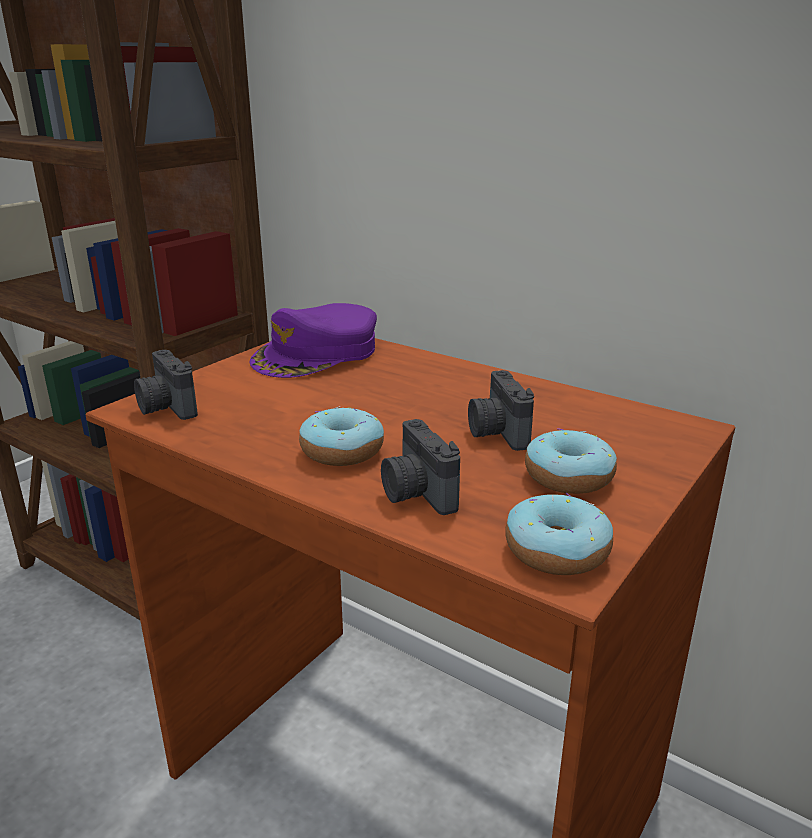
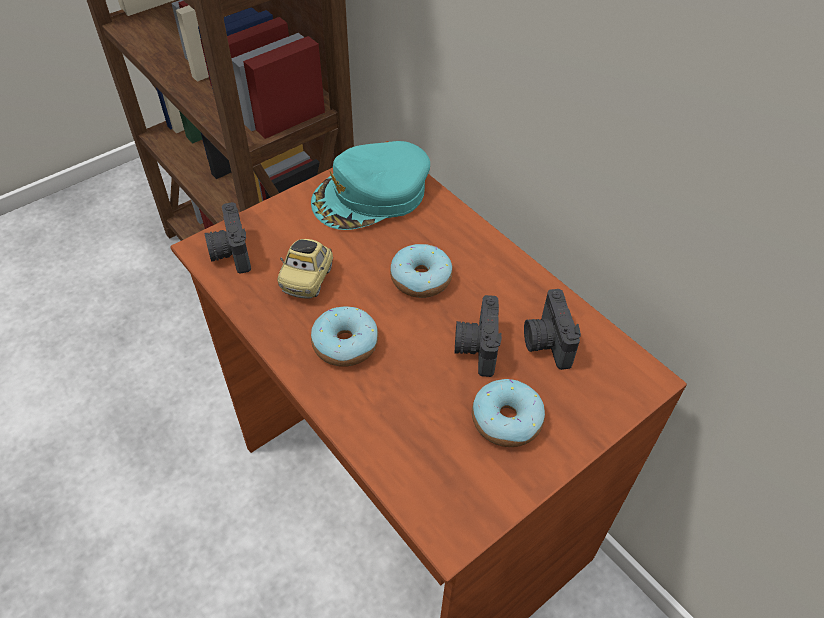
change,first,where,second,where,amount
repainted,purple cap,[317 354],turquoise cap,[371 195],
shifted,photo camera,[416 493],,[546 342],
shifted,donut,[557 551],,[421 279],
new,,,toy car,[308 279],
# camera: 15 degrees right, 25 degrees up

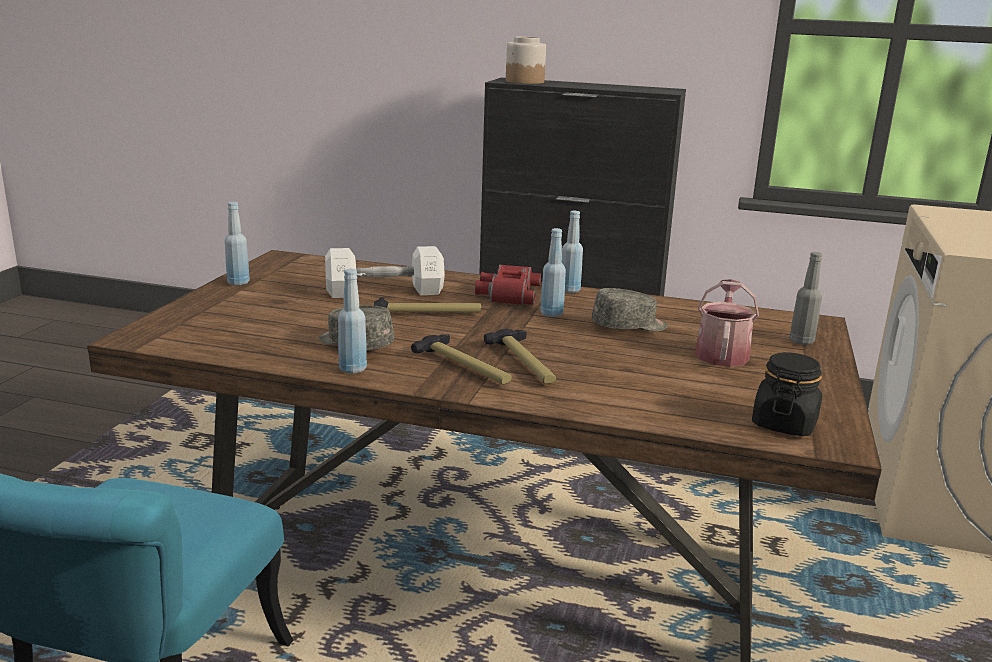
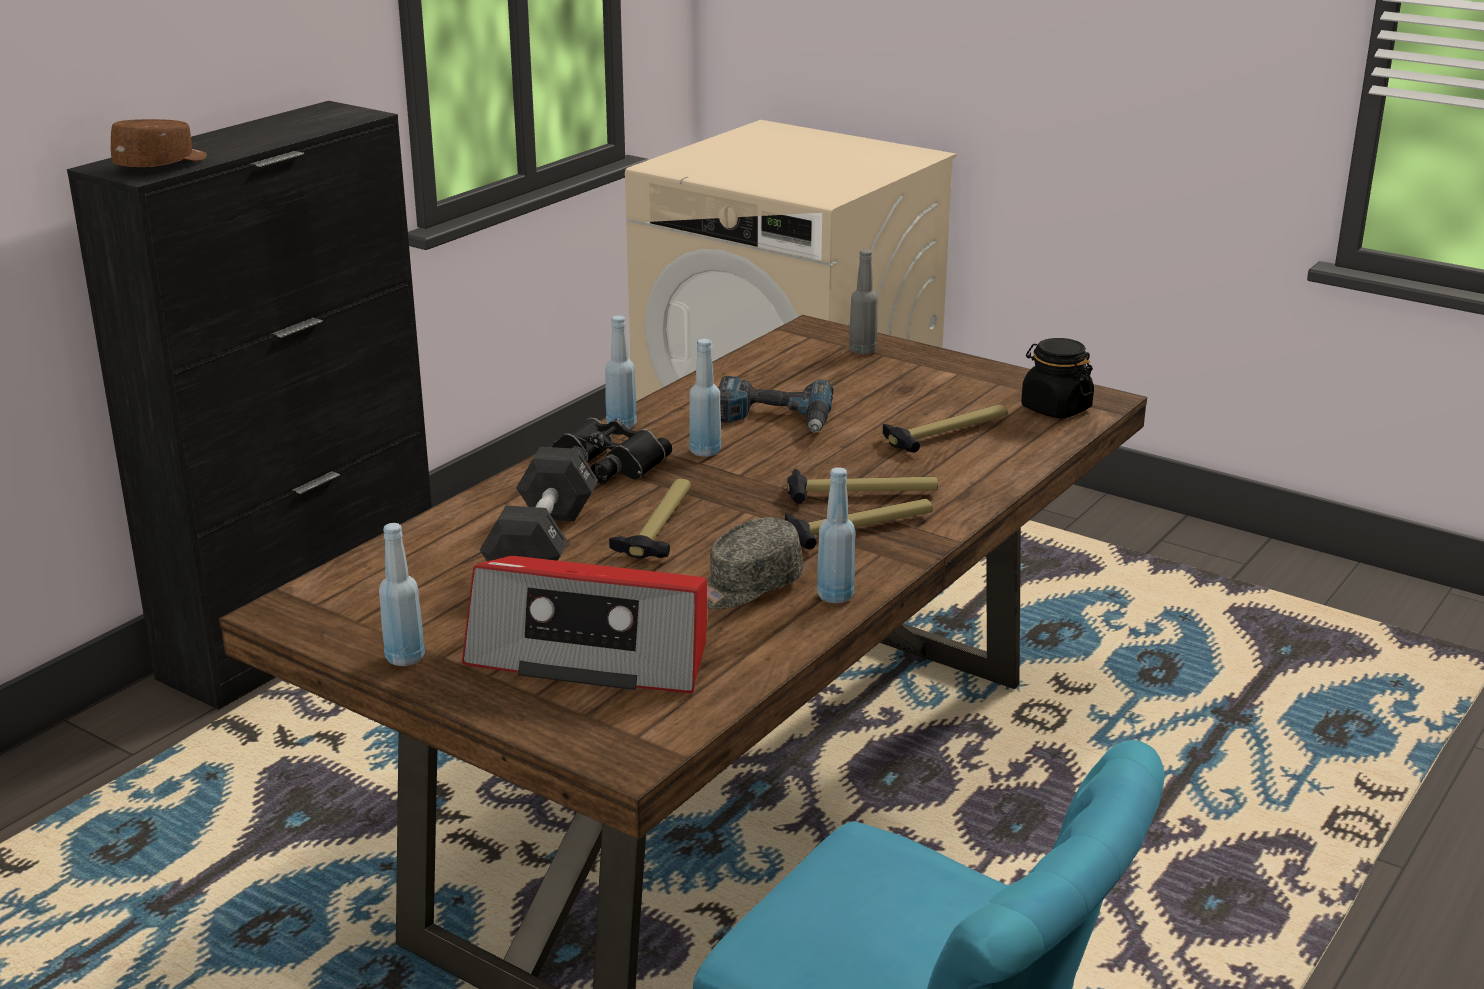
change,first,where,second,where,amount
repainted,white dumbbell,[384 292],black dumbbell,[542 544],
repainted,red binoculars,[507 292],black binoculars,[604 463],
swapped,jar,[524 82],brown cap,[162 164],
swapped,grey cap,[629 326],power drill,[774 418],
gone,watering can,[722 352],,,
new,,,radio,[593 653],
new,,,hammer,[947 433],
# camera: 70 degrees left, 5 degrees up

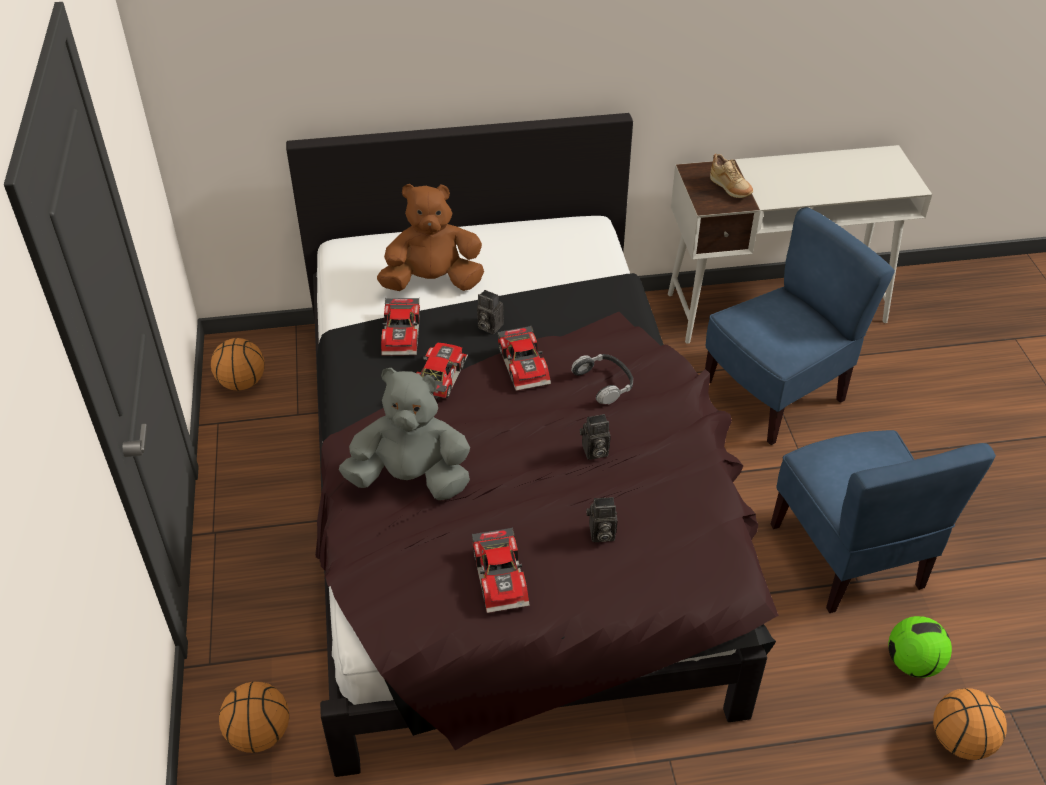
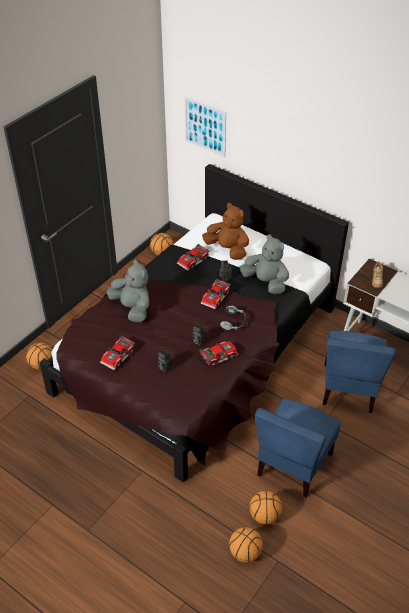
change,first,where,second,where,amount
shifted,toy car,[437 377],,[218 355],
rotated,blue chair,[775 394],,[349 388],90 degrees clockwise
swapped,football,[913 663],basketball,[265 516],
new,,,picture,[205 127],
new,,,grey plush toy,[265 282],
# camera: 45 degrees right, 0 degrees up

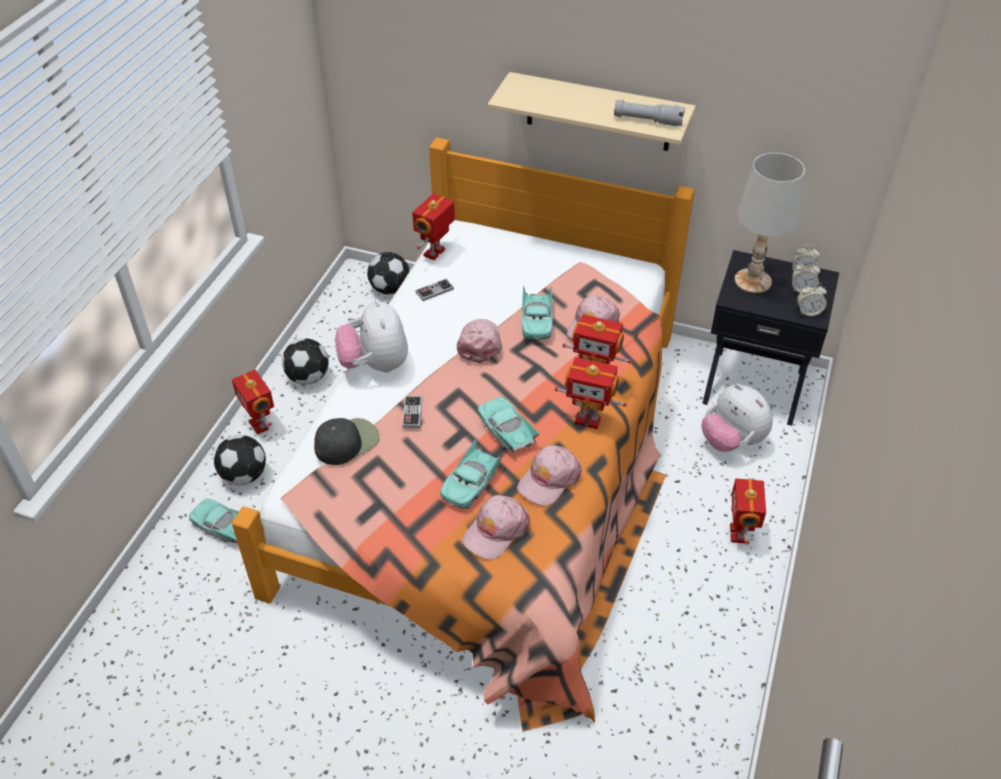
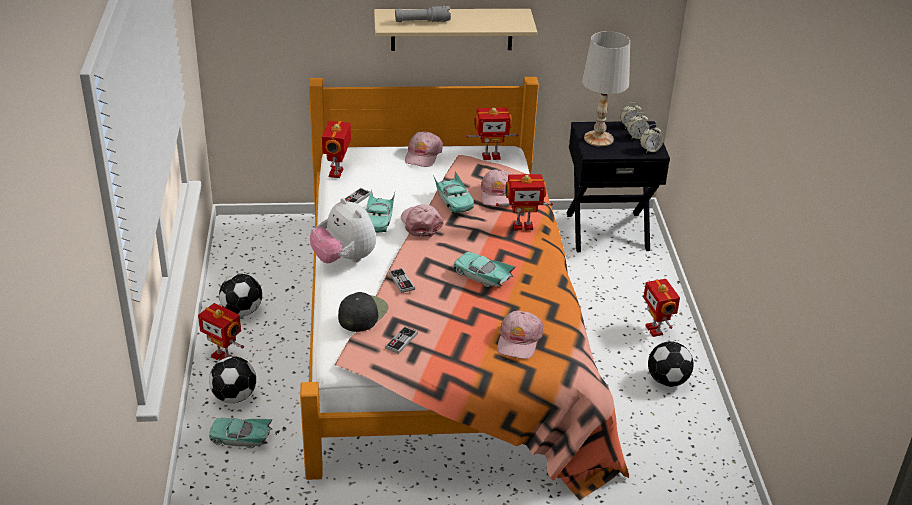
change,first,where,second,where,amount
shifted,football,[389 288],,[666 380],
shifted,turquoise toy car,[471 483],,[378 219],
shifted,pink cap,[548 479],,[423 155],
shifted,toy robot,[588 419],,[491 156],
shifted,grey flashlight,[648 120],,[422 21],
gone,plush toy,[731 441],,,
new,,,game controller,[401 341],
# camera: 25 degrees left, 10 degrees down

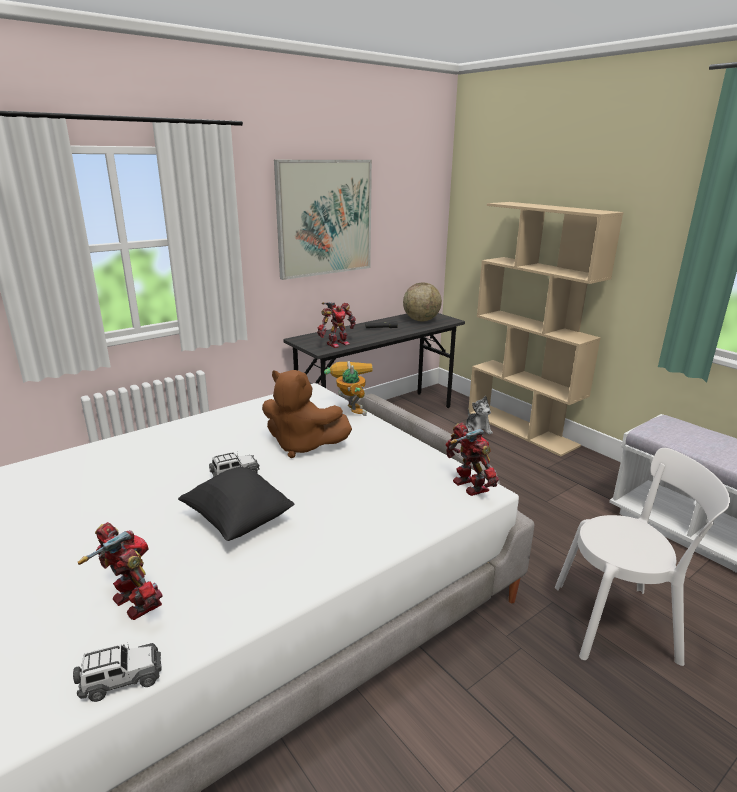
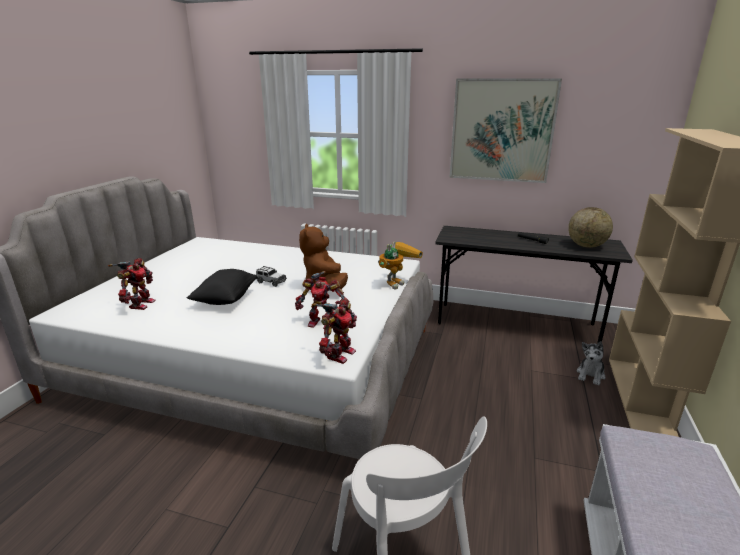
change,first,where,second,where,amount
gone,toy car,[121 679],,,
shifted,toy robot,[337 344],,[322 322],
# camera: 55 degrees right, 0 degrees up

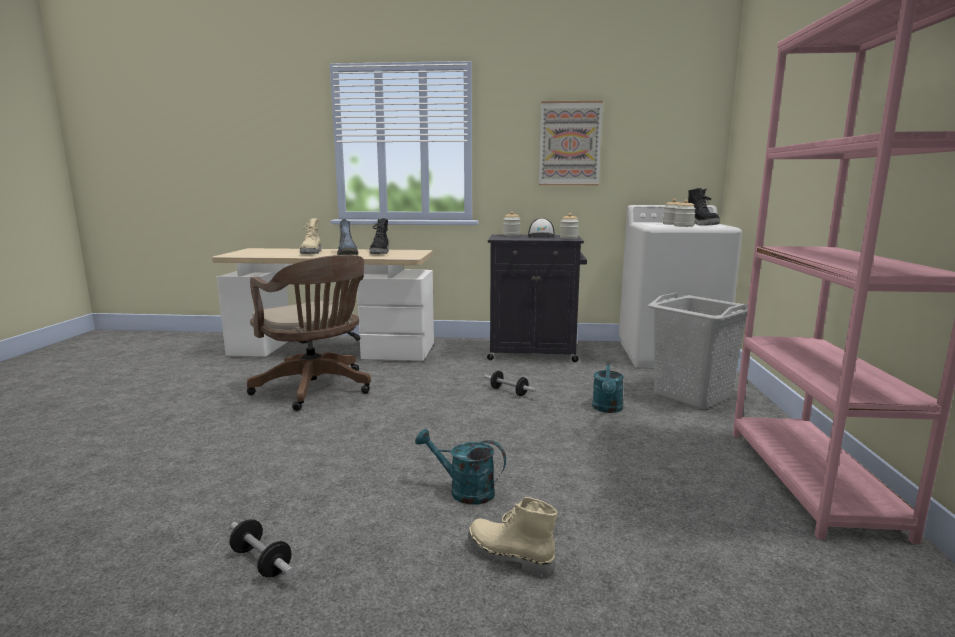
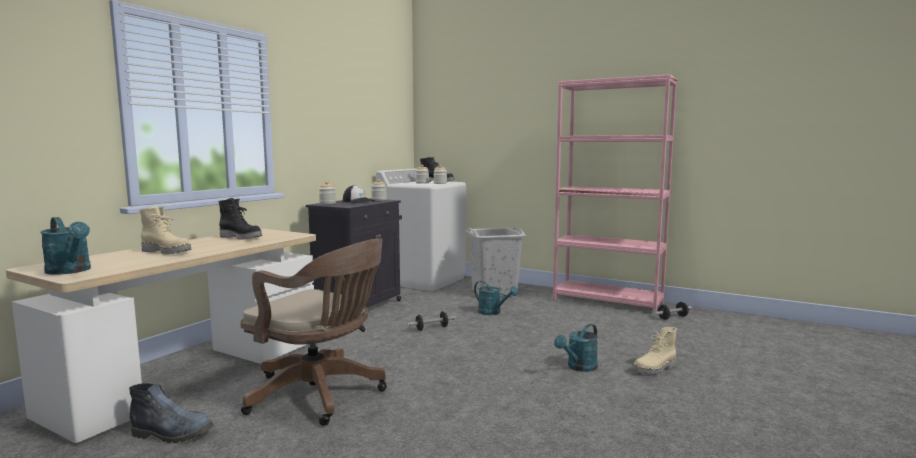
change,first,where,second,where,amount
shifted,dumbbell,[261 562],,[672 317],
rotated,brown office chair,[316 389],,[320 395],45 degrees clockwise
shifted,boot,[347 254],,[173 434],
gone,picture,[570 144],,,
new,,,turquoise watering can,[71 271],
# camera: 65 degrees left, 5 degrees down

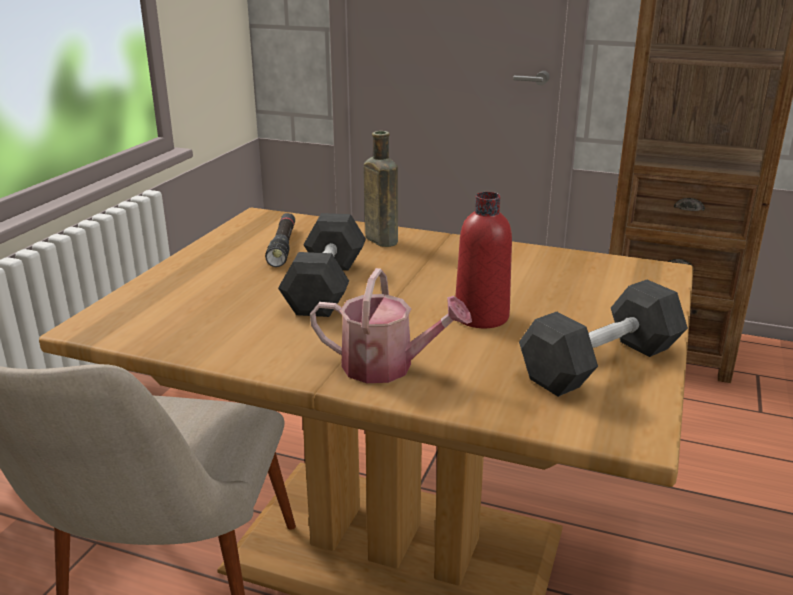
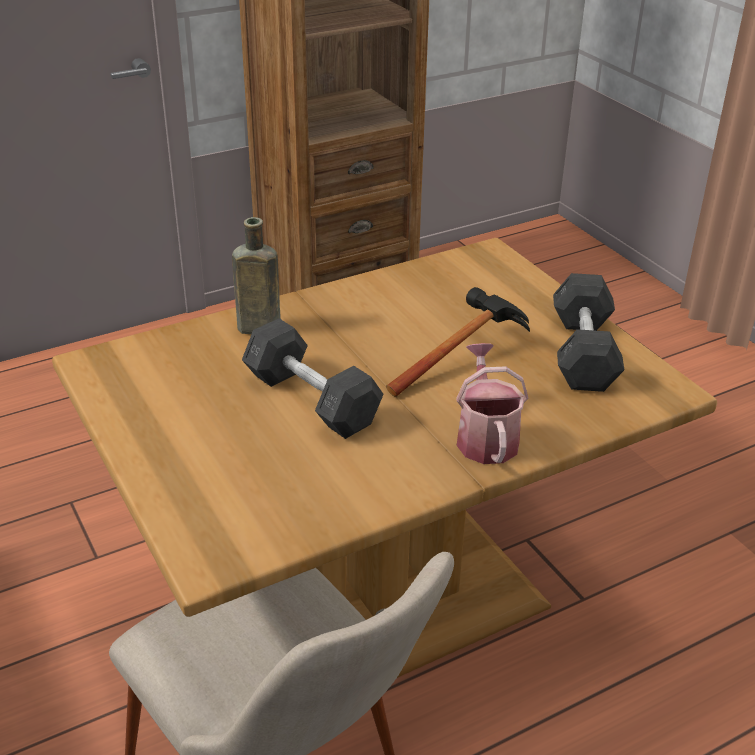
change,first,where,second,where,amount
gone,black flashlight,[283 246],,,
rotated,watering can,[387 366],,[486 437],60 degrees counterclockwise
swapped,red bottle,[481 317],hammer,[462 359],
# camera: 50 degrees left, 10 degrees up

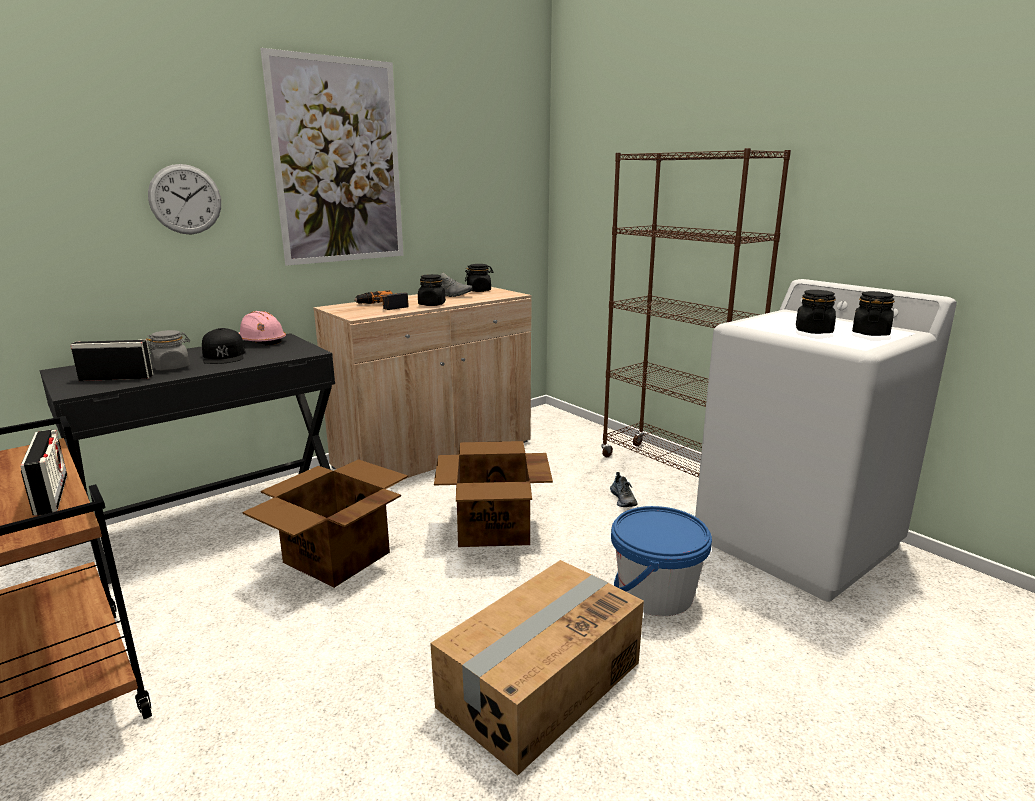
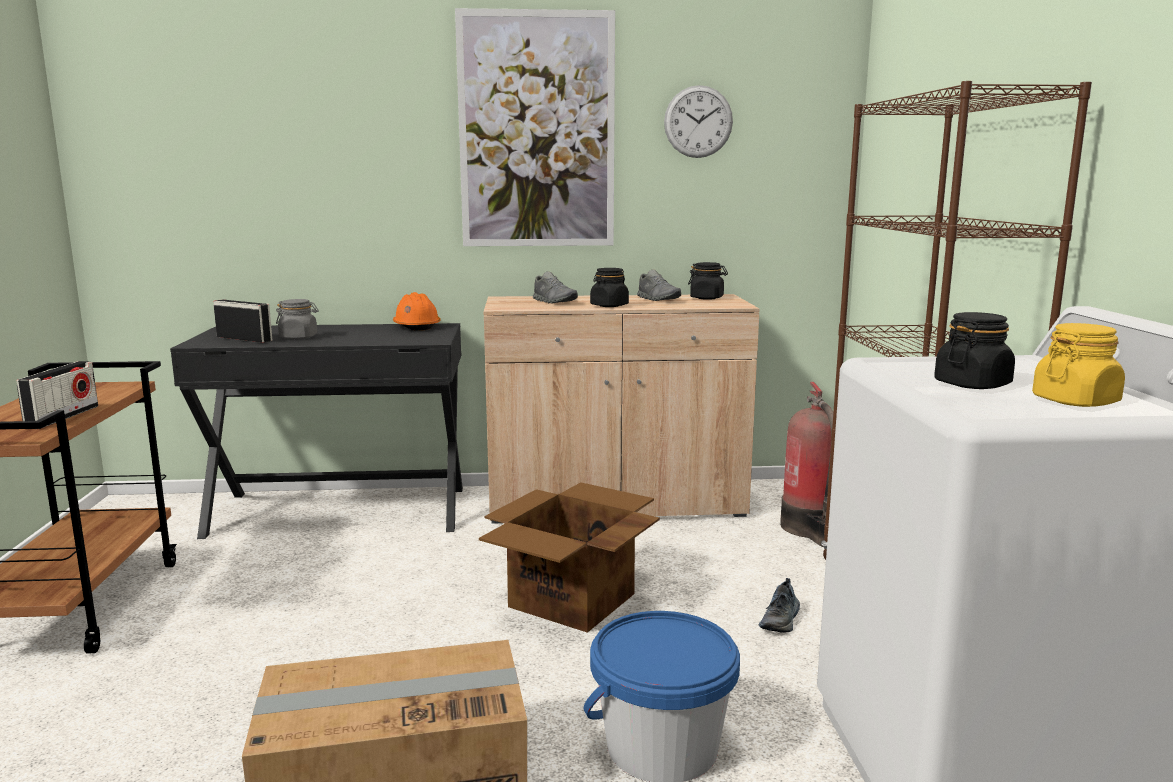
change,first,where,second,where,amount
shifted,wall clock,[185 199],,[698 122],
gone,black cap,[224 355],,,
repainted,pink hard hat,[261 341],orange hard hat,[416 326],
gone,cardboard box,[335 558],,,
swapped,power drill,[382 306],grey shoe,[554 301],
repainted,black jar,[870 333],yellow jar,[1075 401],
new,,,fire extinguisher,[811 529],
# camera: 35 degrees right, 5 degrees down

